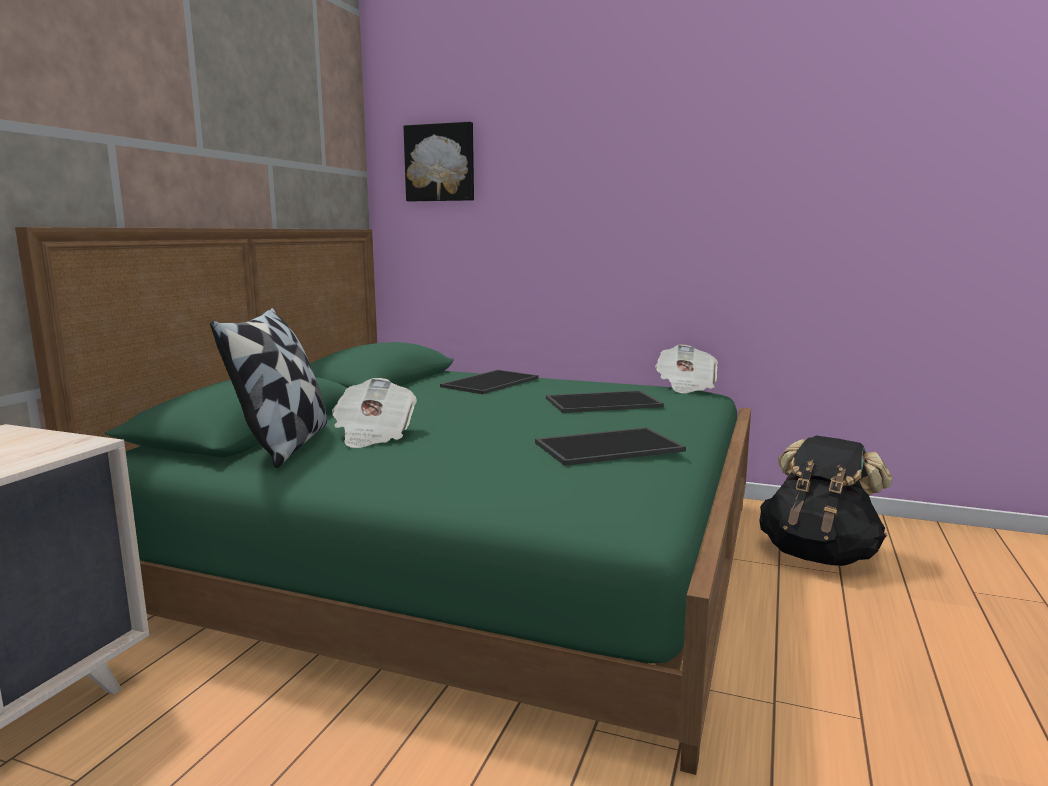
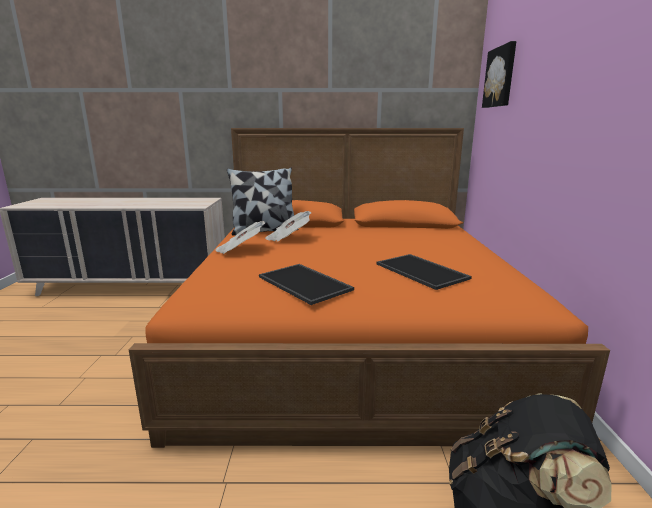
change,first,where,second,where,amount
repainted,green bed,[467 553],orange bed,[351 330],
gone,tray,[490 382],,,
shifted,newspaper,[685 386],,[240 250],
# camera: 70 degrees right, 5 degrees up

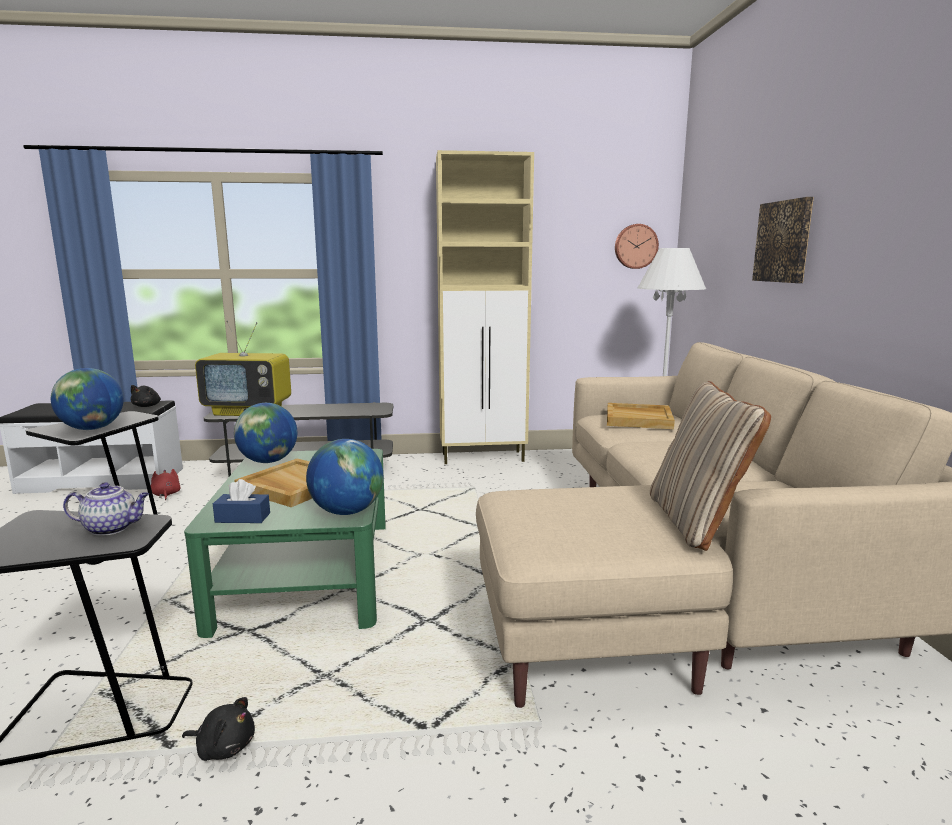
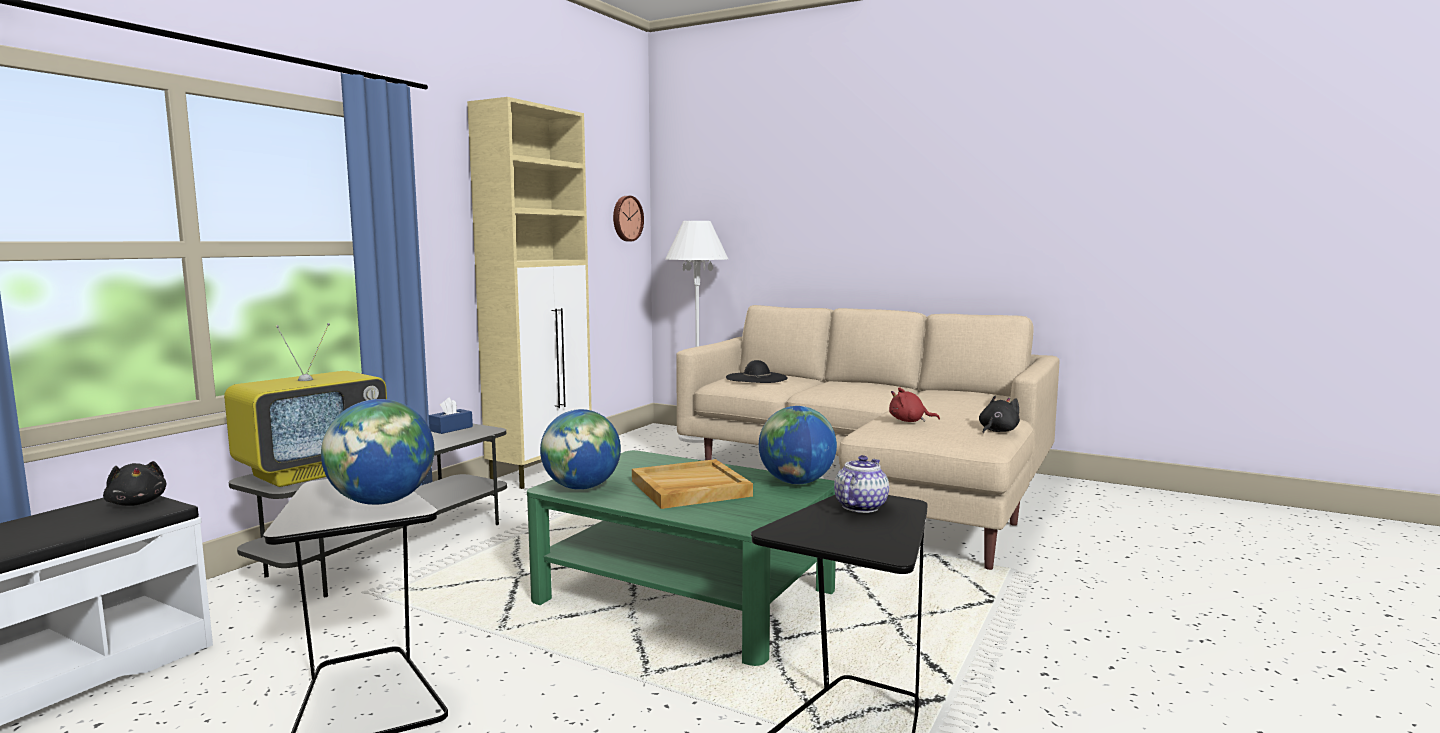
change,first,where,second,where,amount
shifted,red plush toy,[166 495],,[909 421],
shifted,black plush toy,[224 747],,[997 431],
shifted,blue tissue box,[243 518],,[451 429],
swapped,beige tray,[639 419],black hat,[756 378],
gone,beige pillow,[696 522],,,
gone,picture,[784 241],,,
# camera: 55 degrees left, 5 degrees down

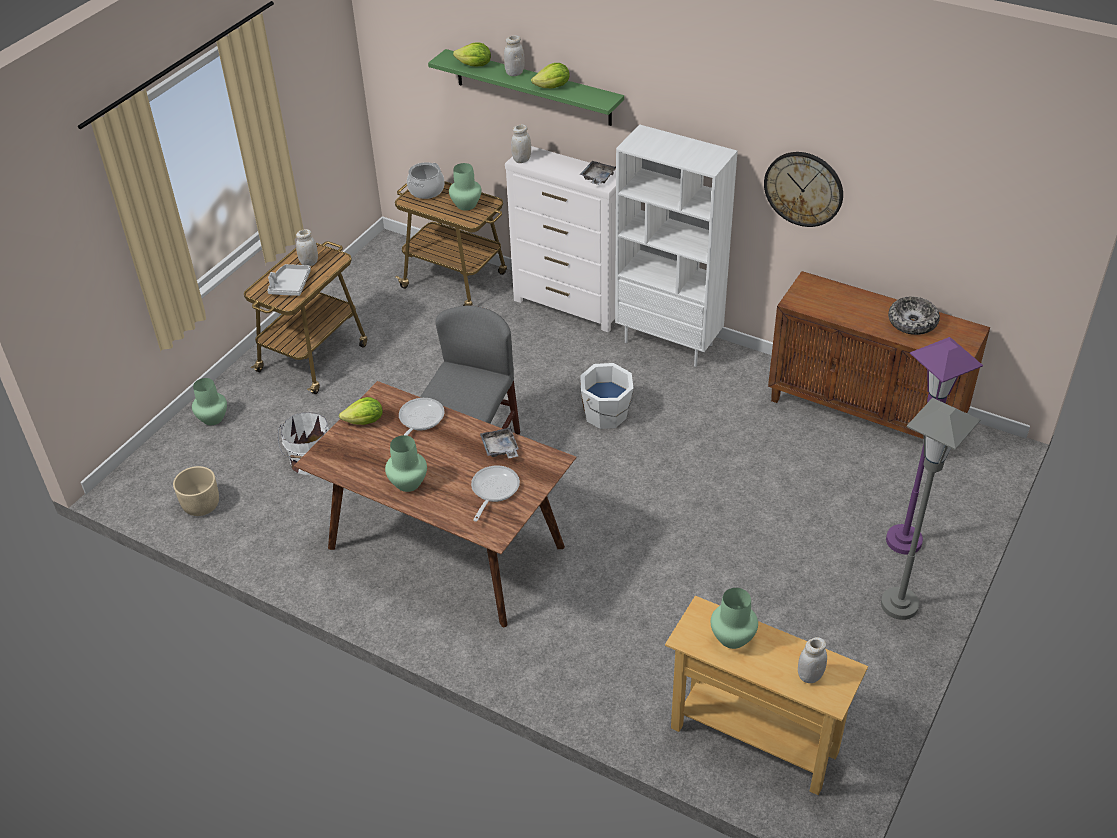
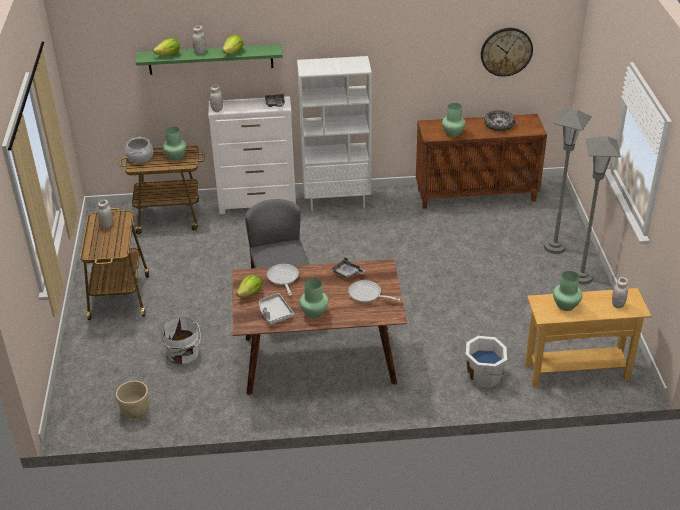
change,first,where,second,where,amount
shifted,green vase,[213 419],,[453 133],
shifted,grey tray,[290 285],,[274 313],
rotated,frying pan,[493 490],,[367 295],45 degrees counterclockwise
shifted,white bucket,[606 415],,[484 376],
shifted,wall clock,[803 188],,[506 51],
repainted,purple floor lamp,[903 541],grey floor lamp,[554 247],
# camera: 35 degrees left, 5 degrees down

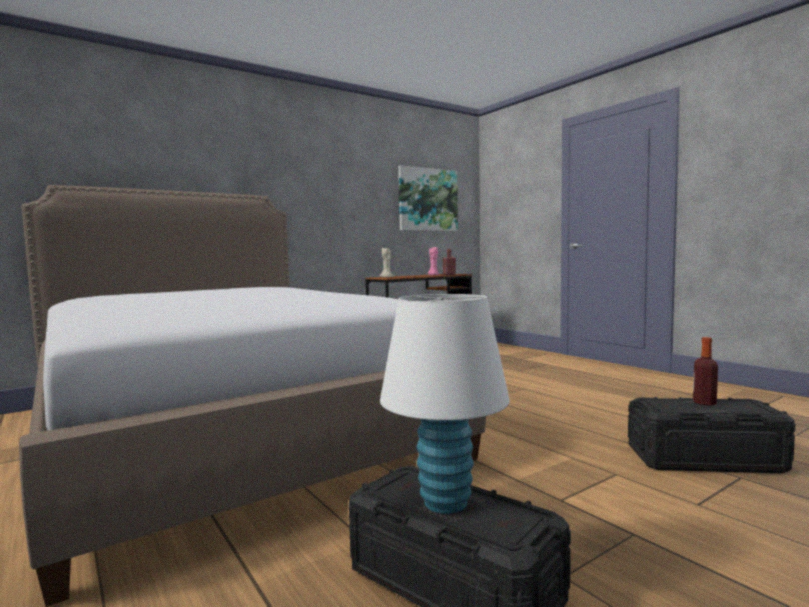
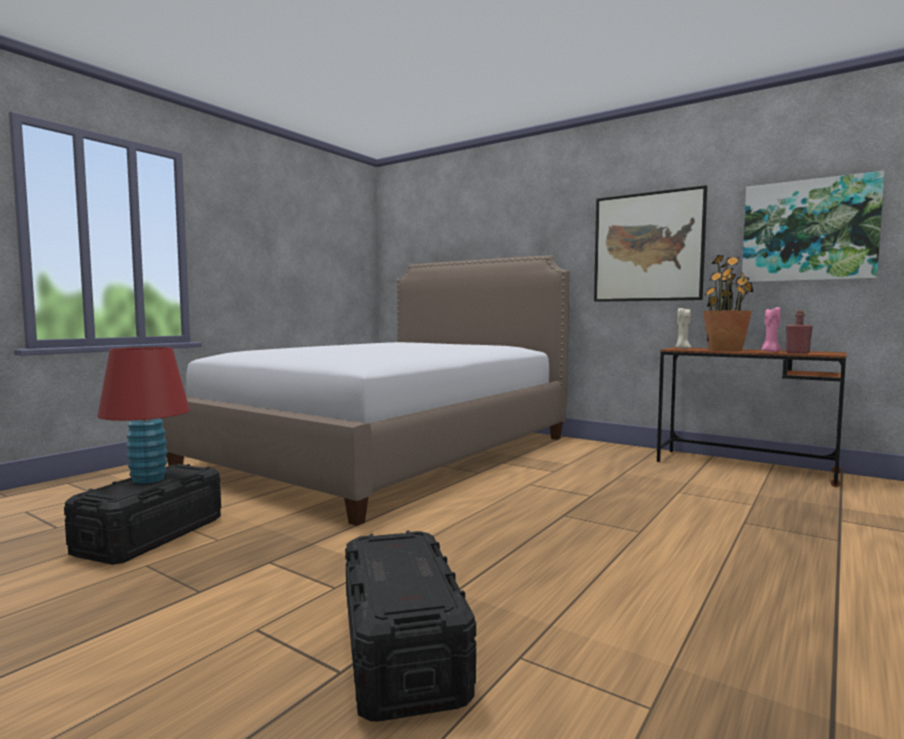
change,first,where,second,where,amount
repainted,white table lamp,[445 503],red table lamp,[148 479],
gone,bottle,[704 403],,,
new,,,picture,[648 247],
new,,,potted plant,[725 350],
# camera: 70 degrees right, 0 degrees up

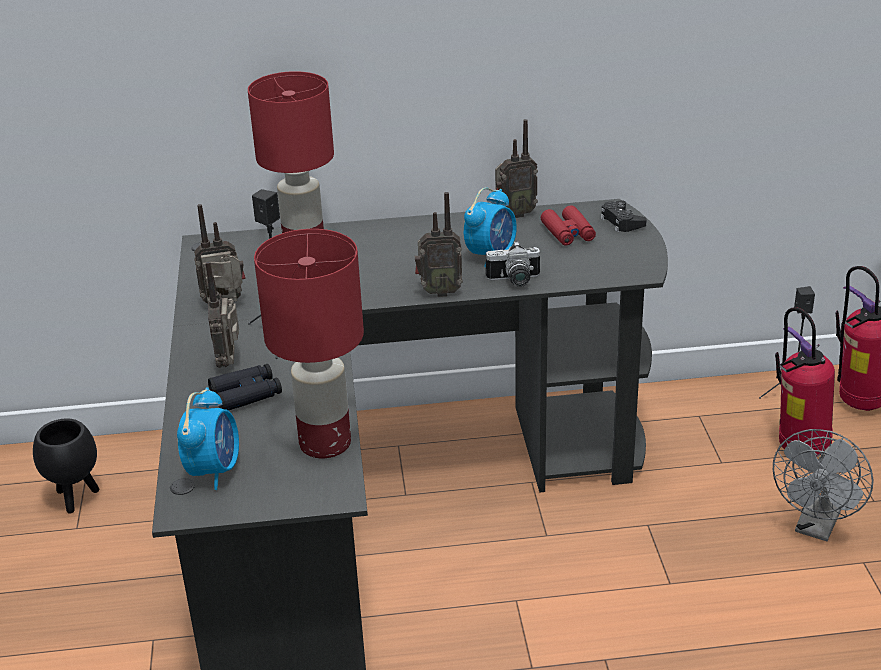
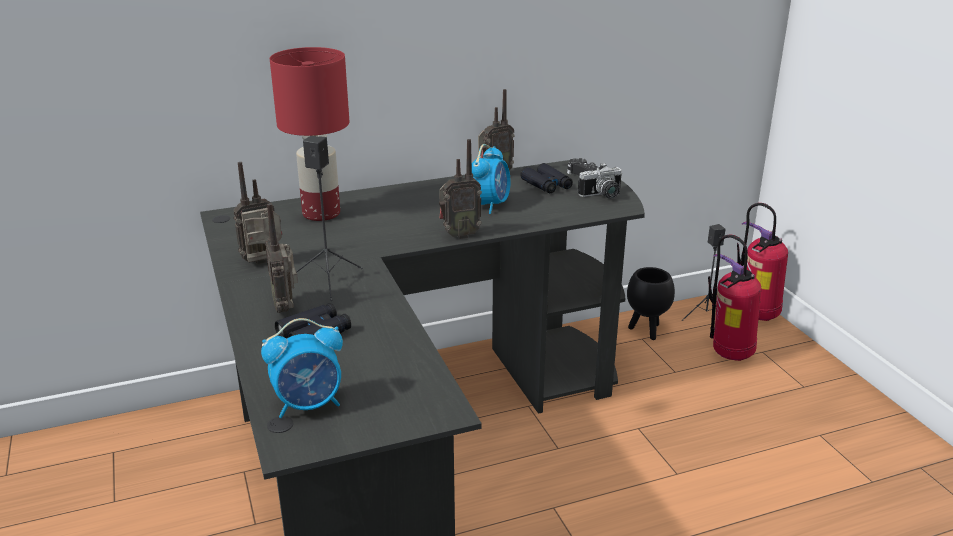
change,first,where,second,where,amount
shifted,black planter,[76 498],,[646 331],
rotated,alarm clock,[214 470],,[309 405],75 degrees clockwise
gone,red table lamp,[326 443],,,
shifted,photo camera,[514 281],,[603 196],
repainted,red binoculars,[568 233],black binoculars,[546 185],
gone,grey fan,[816 527],,,
# camera: 15 degrees left, 5 degrees down

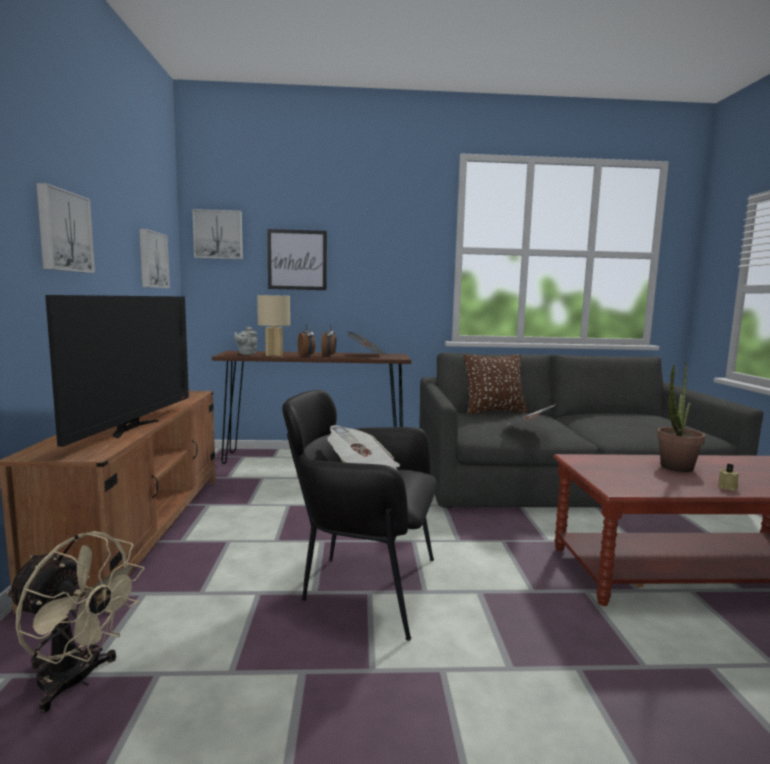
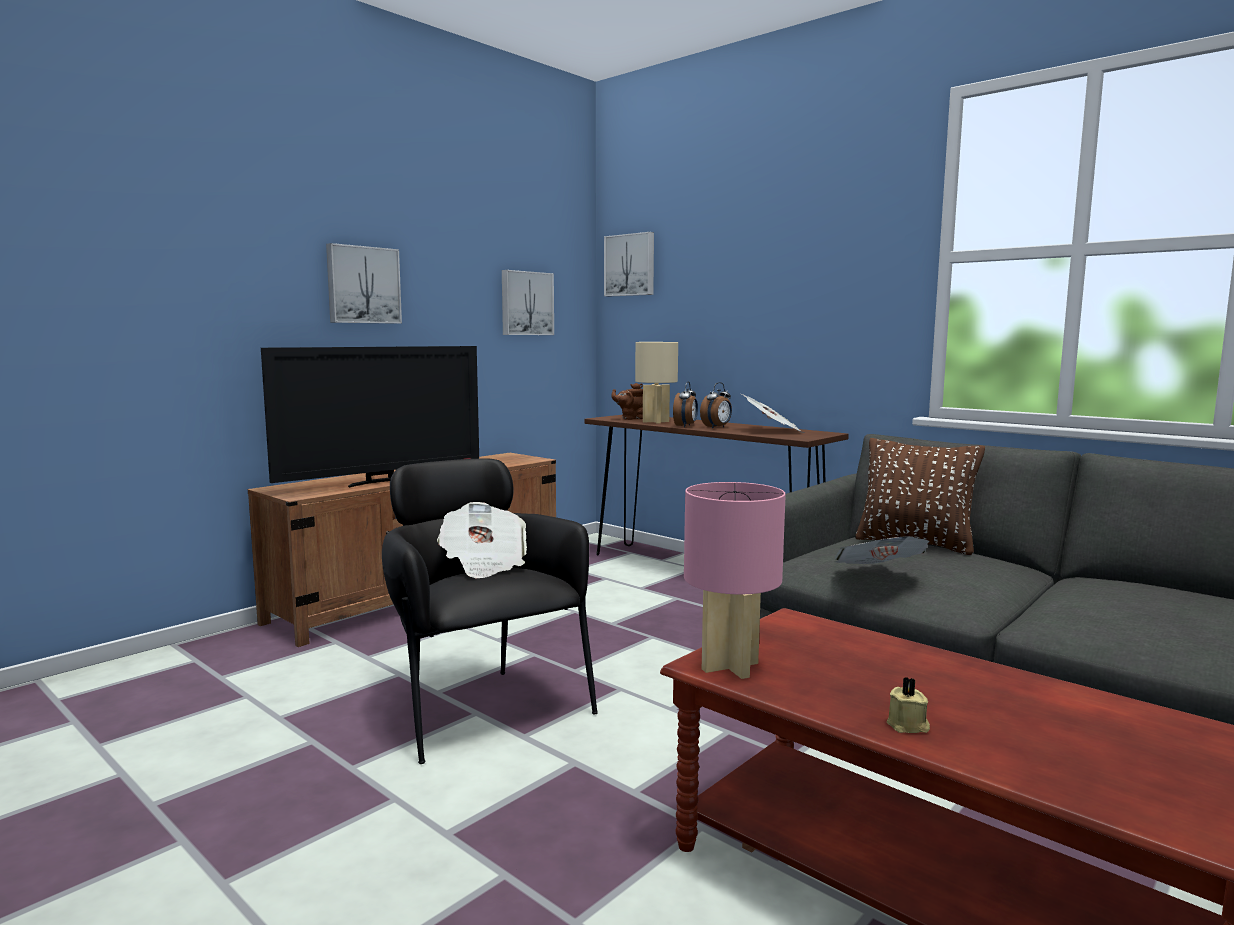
change,first,where,second,where,amount
gone,beige fan,[76 681],,,
repainted,grey teapot,[246 354],brown teapot,[631 418],
gone,picture,[297 260],,,
gone,potted plant,[674 469],,,
new,,,pink table lamp,[729 667],
# camera: 45 degrees right, 0 degrees up

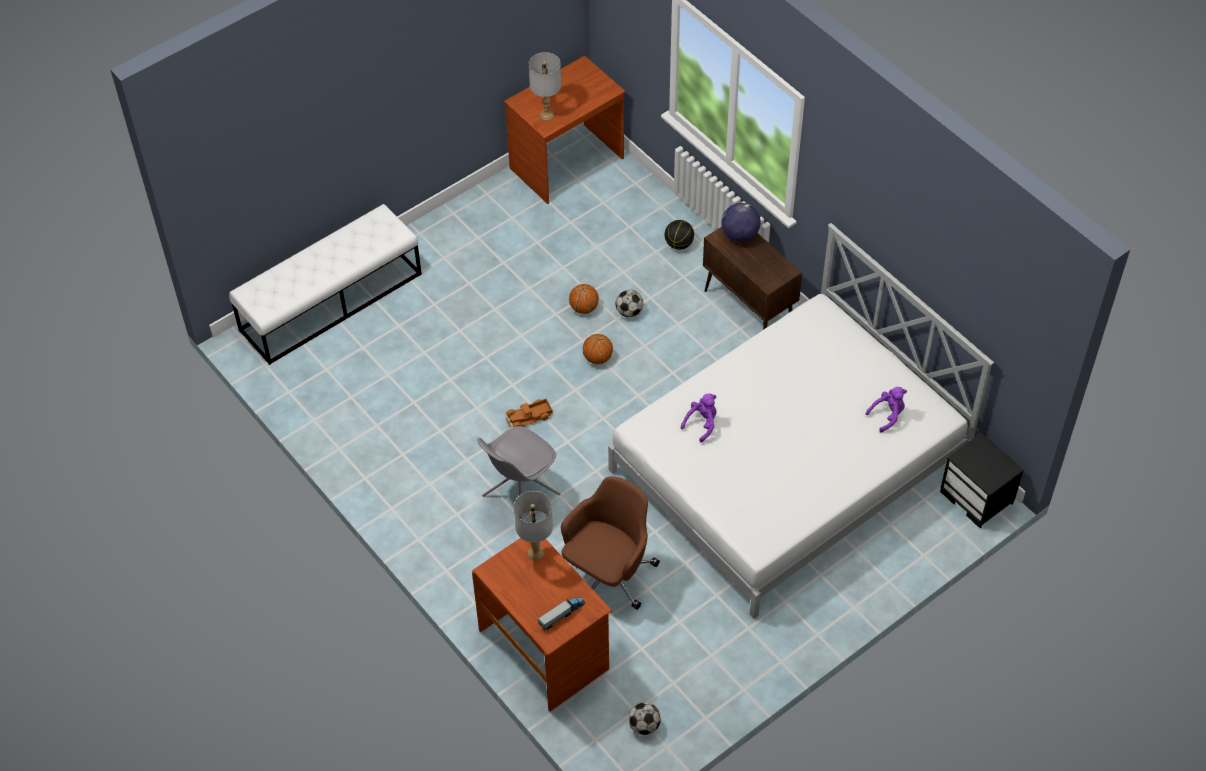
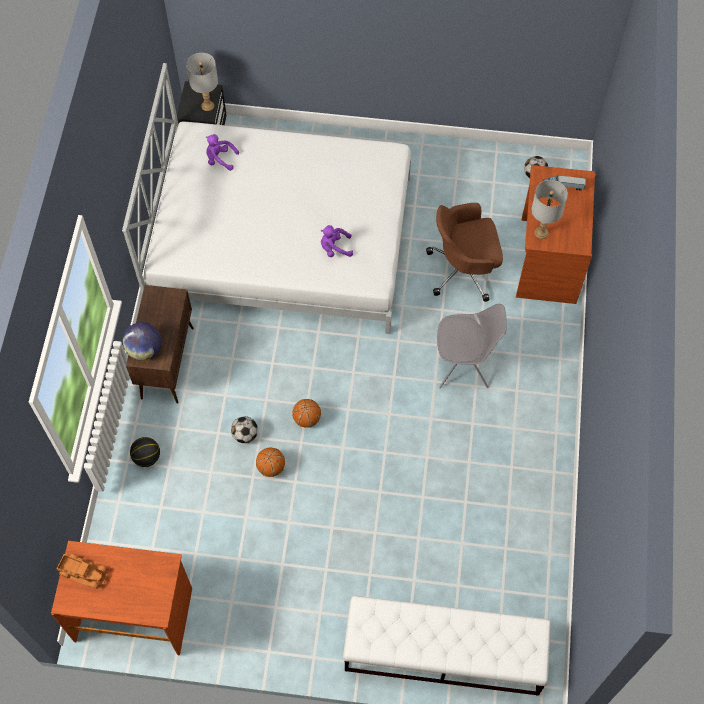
change,first,where,second,where,amount
shifted,toy truck,[529 417],,[83 572],
shifted,grey table lamp,[547 115],,[207 105],
# camera: 135 degrees left, 10 degrees up

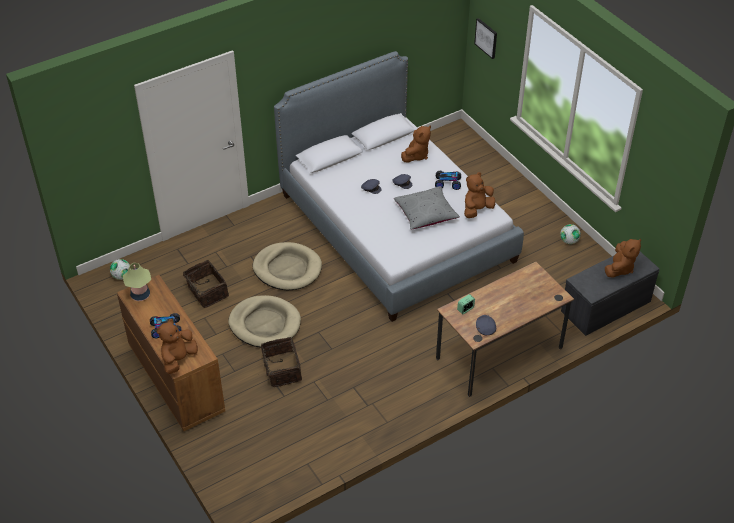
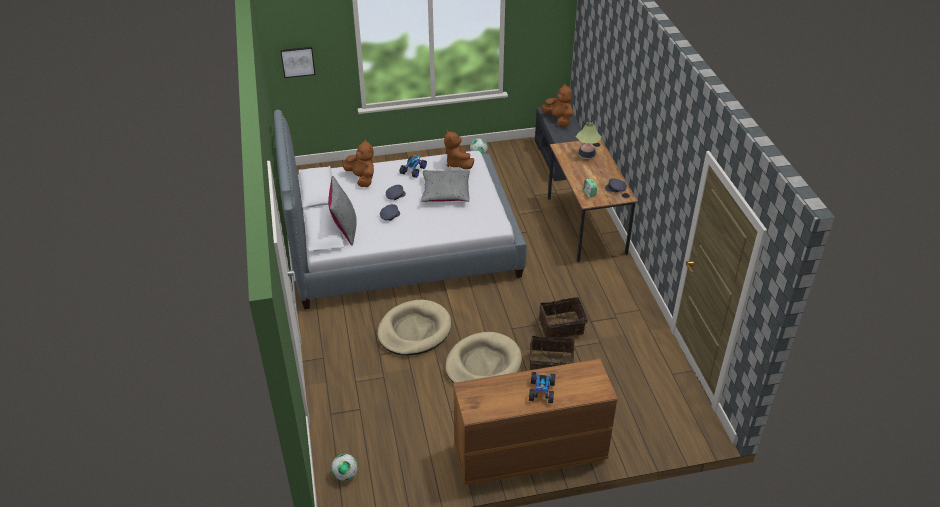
change,first,where,second,where,amount
shifted,table lamp,[140 295],,[586 155],
gone,brown plush toy,[178 359],,,
shifted,basket,[206 292],,[561 327],
new,,,grey pillow,[344 229],
# camera: 70 degrees left, 5 degrees down

